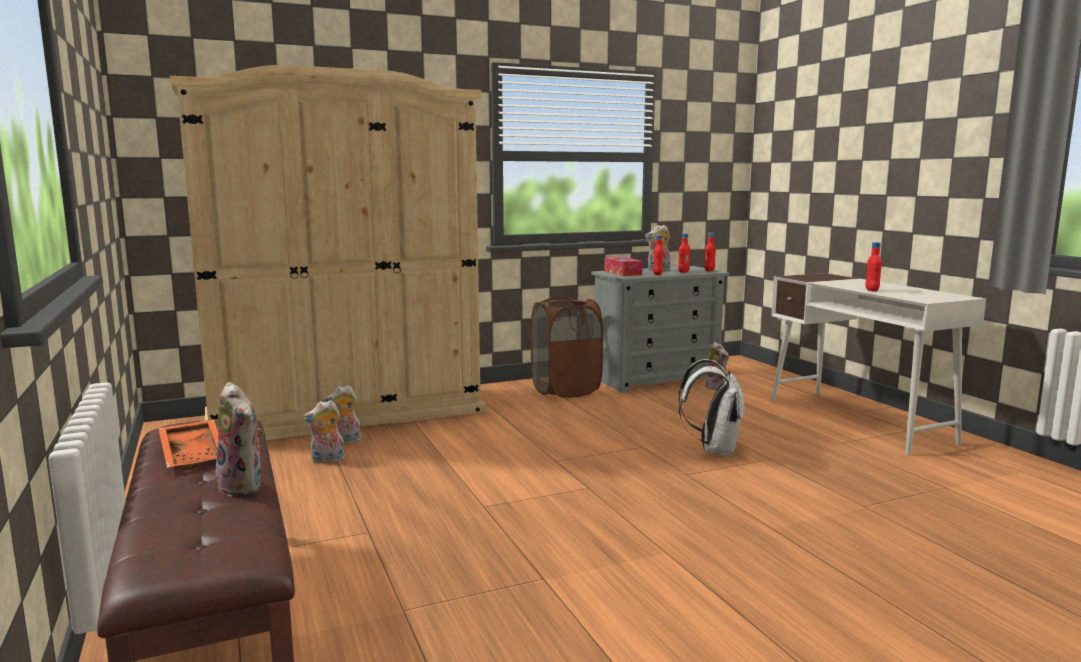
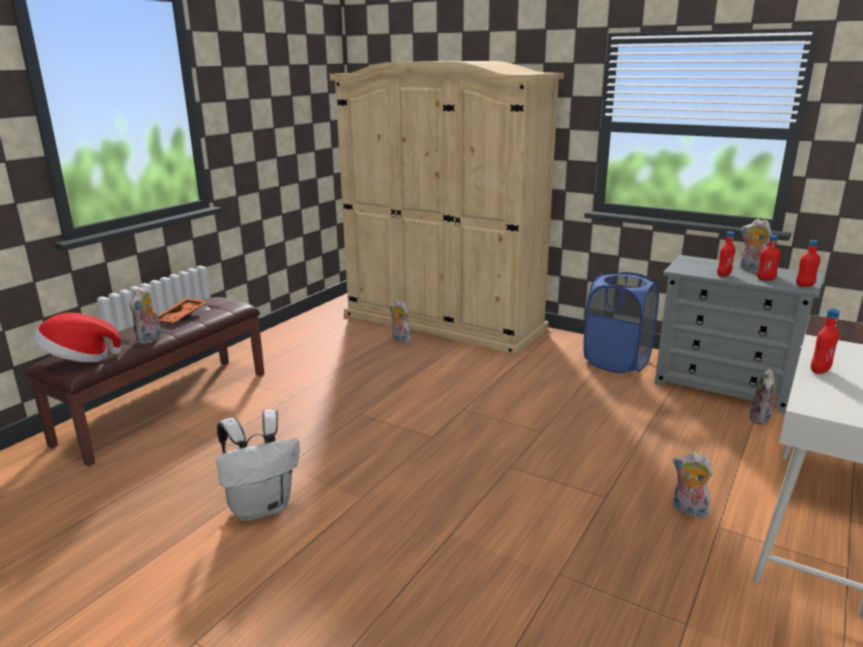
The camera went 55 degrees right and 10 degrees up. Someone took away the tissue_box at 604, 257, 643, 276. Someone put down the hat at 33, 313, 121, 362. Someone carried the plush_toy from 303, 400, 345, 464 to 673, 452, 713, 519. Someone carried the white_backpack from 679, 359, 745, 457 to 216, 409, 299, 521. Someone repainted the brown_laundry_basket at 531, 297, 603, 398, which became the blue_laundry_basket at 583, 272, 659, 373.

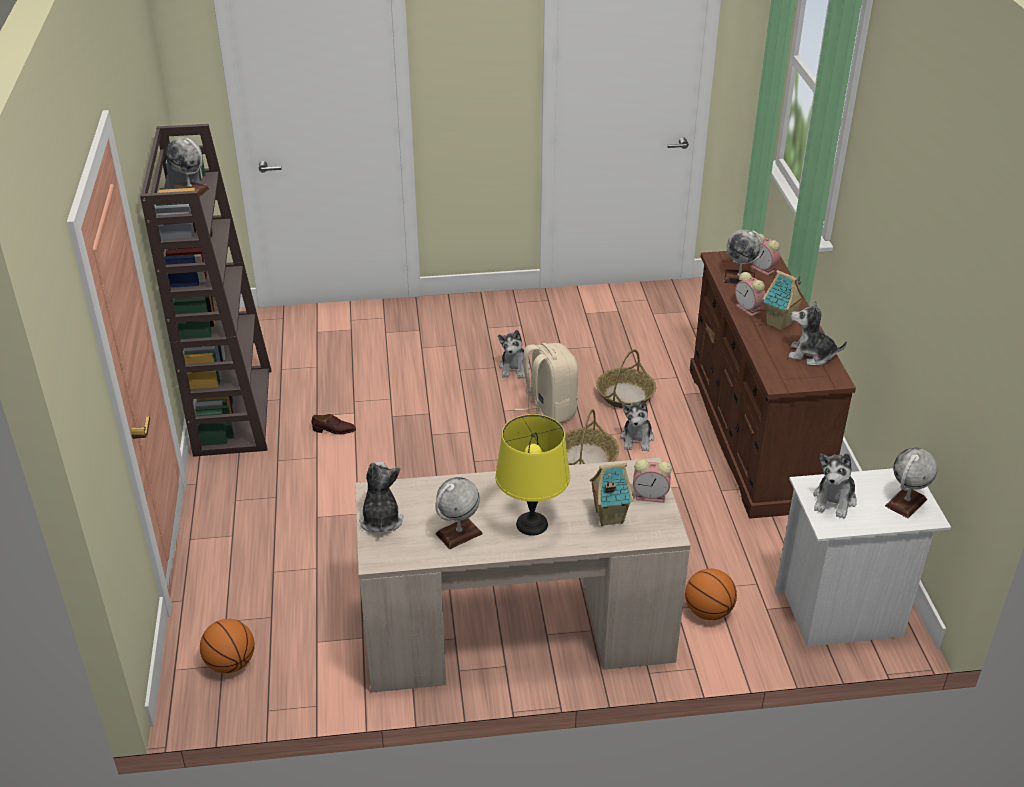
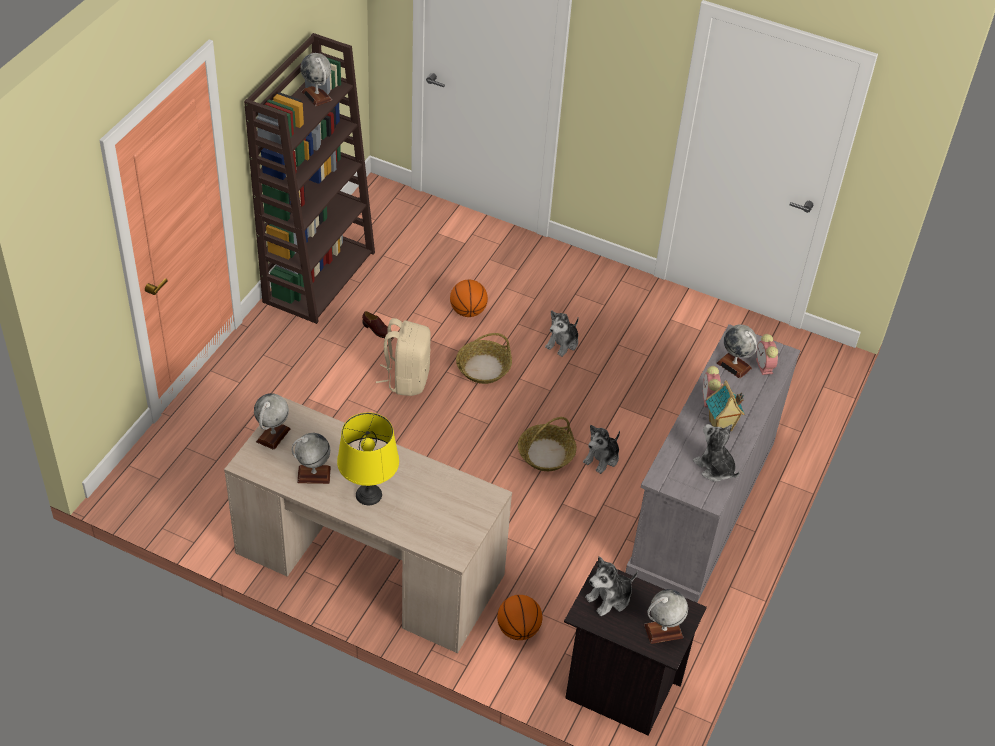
The camera went 30 degrees right and 10 degrees up. Someone took away the toy_house at 590, 463, 634, 526. Someone took away the alarm_clock at 633, 459, 672, 503. Someone carried the basketball from 200, 619, 255, 673 to 450, 280, 488, 317. Someone carried the beige_backpack from 515, 343, 578, 423 to 376, 318, 431, 396. Someone carried the basket from 596, 349, 656, 408 to 456, 333, 512, 384. Someone swapped the plush_toy at 359, 461, 403, 532 for the globe at 254, 393, 291, 450. Someone repainted the brown_dresser at 690, 251, 856, 519, which became the grey_dresser at 625, 324, 801, 603. Someone repainted the white_nightstand at 775, 468, 951, 647, which became the black_nightstand at 564, 561, 707, 736.

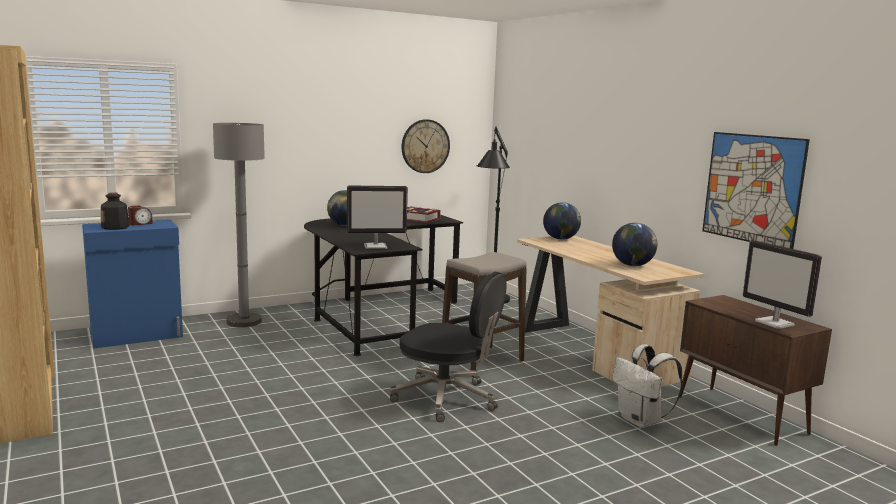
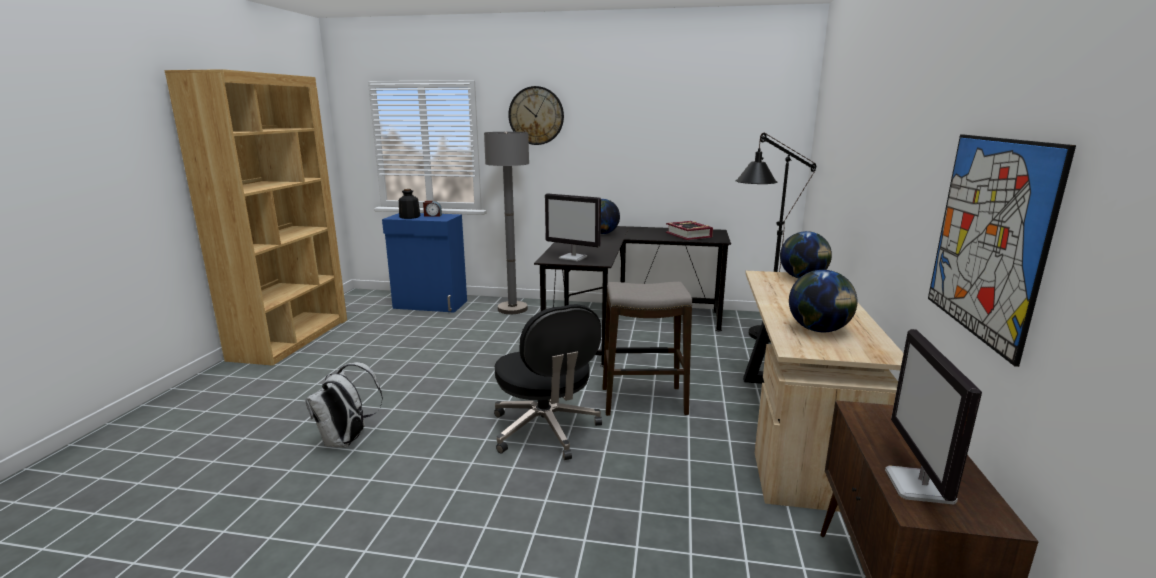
The camera went 40 degrees right and 5 degrees up. Someone carried the wall_clock from 401, 119, 450, 173 to 508, 86, 564, 145. Someone carried the white_backpack from 613, 344, 683, 428 to 305, 362, 383, 448.

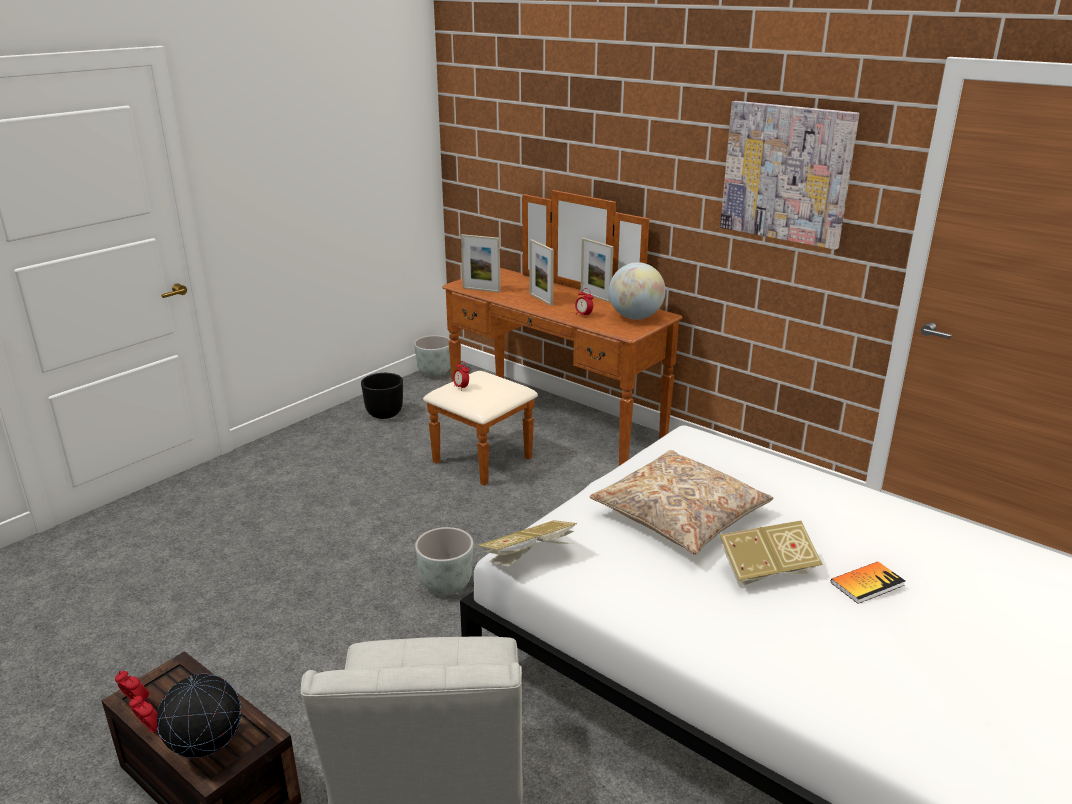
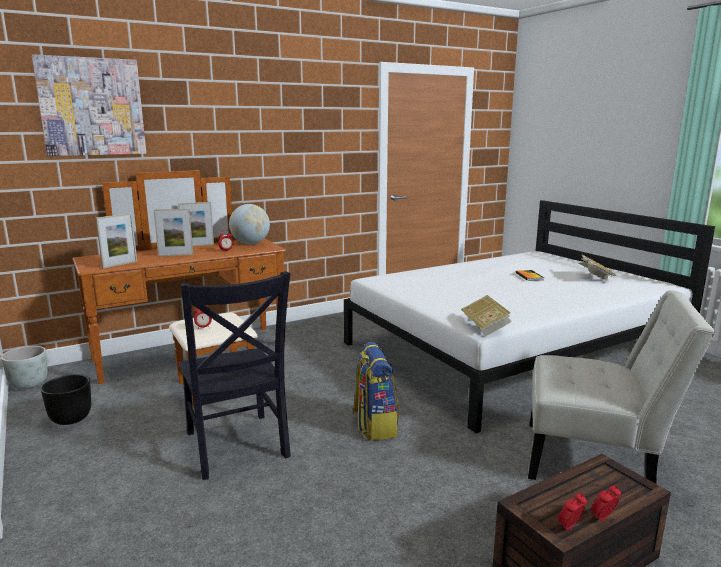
The camera went 70 degrees left and 10 degrees down. Someone took away the globe at 157, 674, 241, 758. Someone took away the beige_pillow at 589, 450, 773, 555. Someone put down the black_chair at 179, 271, 291, 480. Someone carried the picture from 720, 101, 860, 250 to 32, 54, 146, 156. Someone carried the book from 720, 520, 823, 587 to 579, 254, 617, 283. Someone swapped the grey_planter at 415, 527, 473, 595 for the backpack at 353, 342, 399, 440.

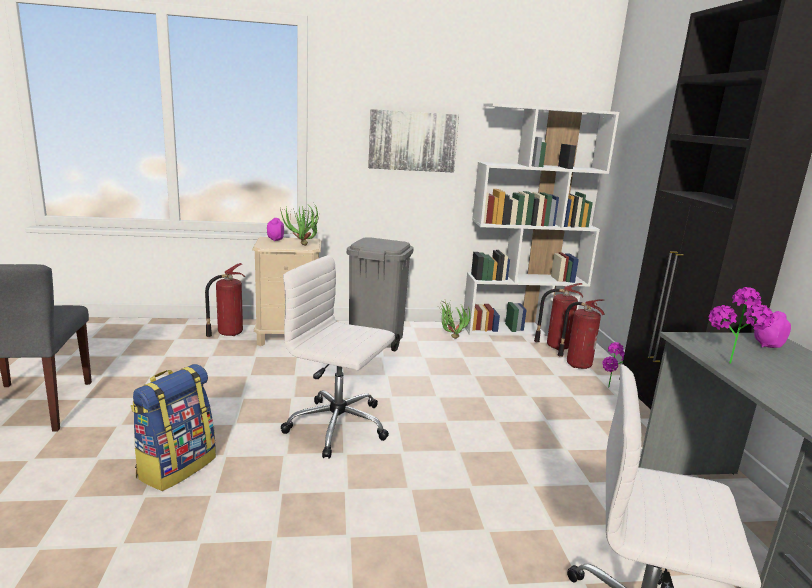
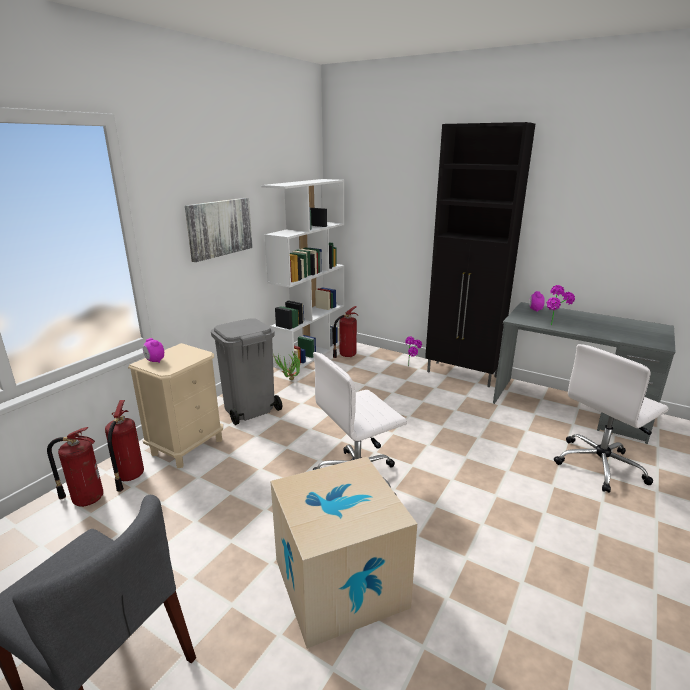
The camera went 50 degrees left and 5 degrees up. Someone took away the potted_plant at 280, 205, 320, 246. Someone carried the fire_extinguisher from 558, 299, 605, 369 to 47, 427, 103, 507. Someone swapped the backpack at 131, 364, 216, 491 for the cardboard_box at 271, 457, 417, 649.

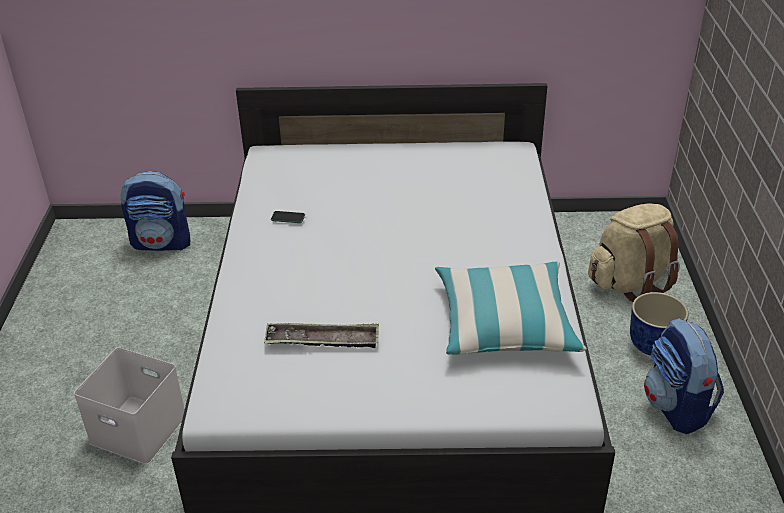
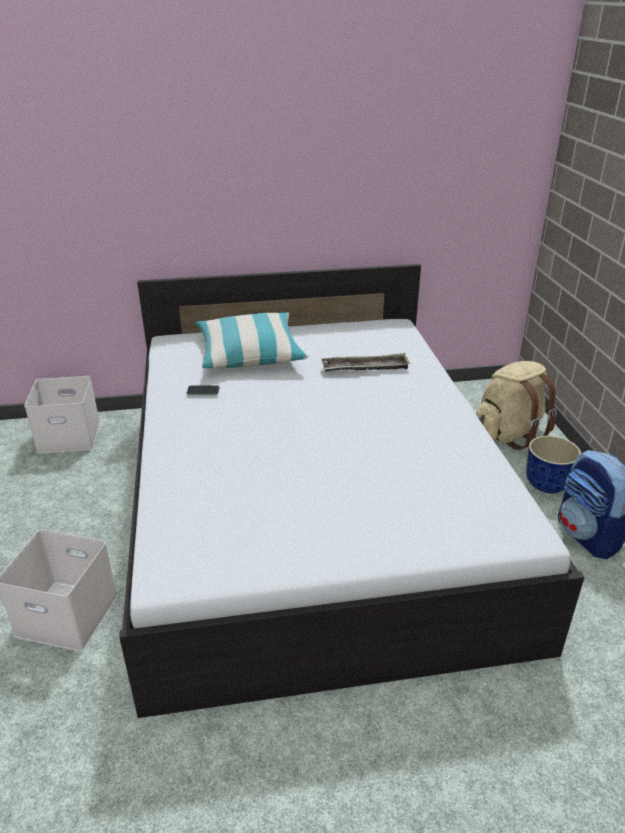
The camera went 10 degrees left and 5 degrees down. Someone carried the tray from 264, 323, 379, 348 to 321, 353, 411, 371. Someone carried the pillow from 435, 262, 587, 354 to 195, 313, 308, 368. Someone swapped the backpack at 120, 171, 190, 251 for the white_storage_box at 24, 376, 100, 454.

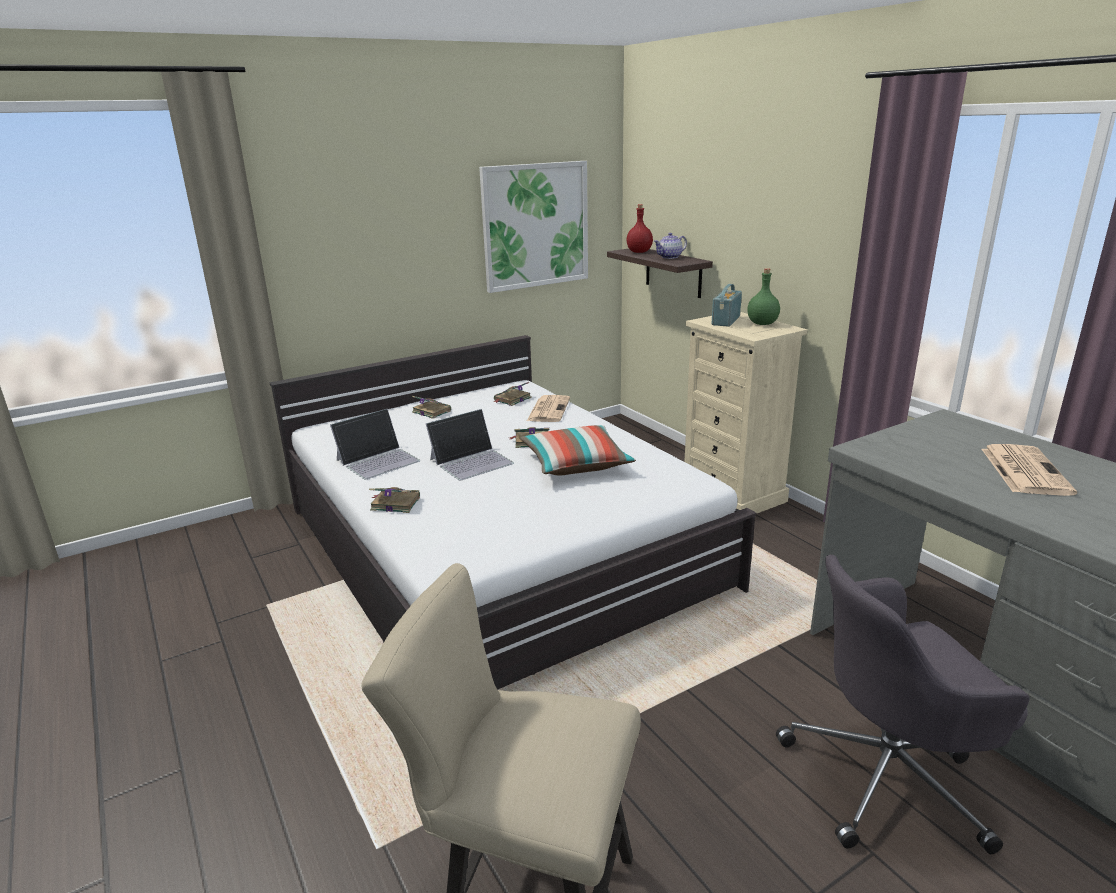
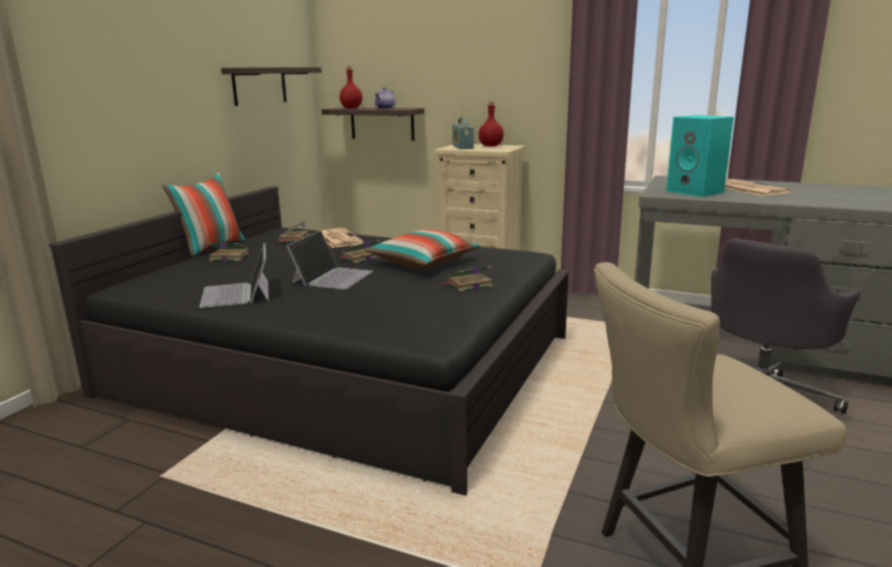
The camera went 35 degrees left and 5 degrees down. Someone put down the pillow at 162, 173, 245, 257. Someone put down the turquoise_speaker at 666, 115, 734, 197. Someone carried the book from 369, 487, 420, 513 to 443, 266, 493, 292. Someone swapped the picture at 479, 161, 588, 293 for the shelf at 221, 67, 322, 106. Someone repainted the white_bed at 269, 335, 756, 690, which became the black_bed at 49, 186, 569, 496. Someone repainted the green_bottle at 747, 268, 780, 325, which became the red_bottle at 479, 102, 504, 146. Someone rotated the laptop at 330, 409, 420, 479 by 150 degrees clockwise.

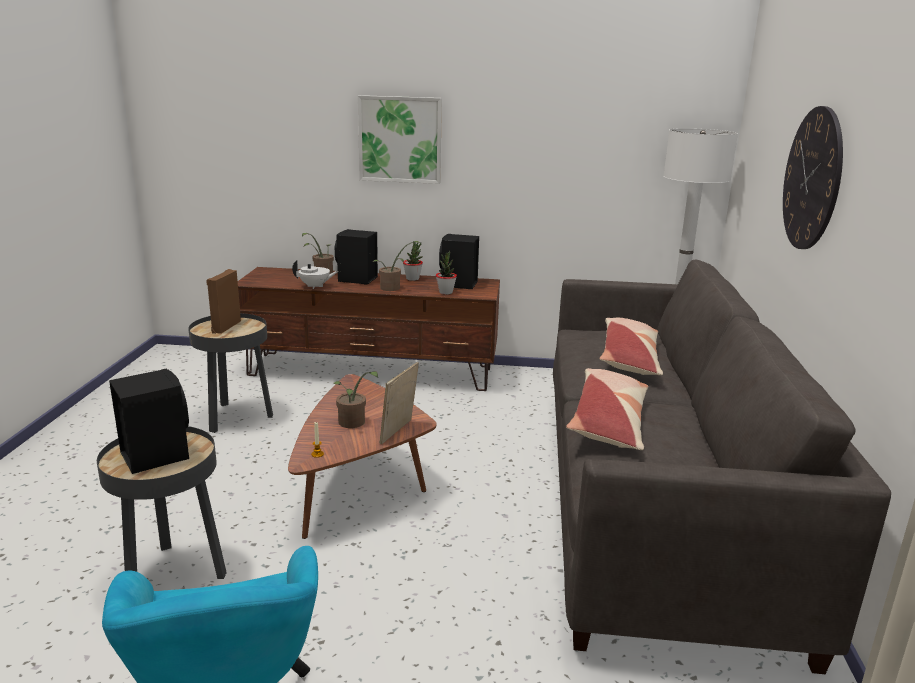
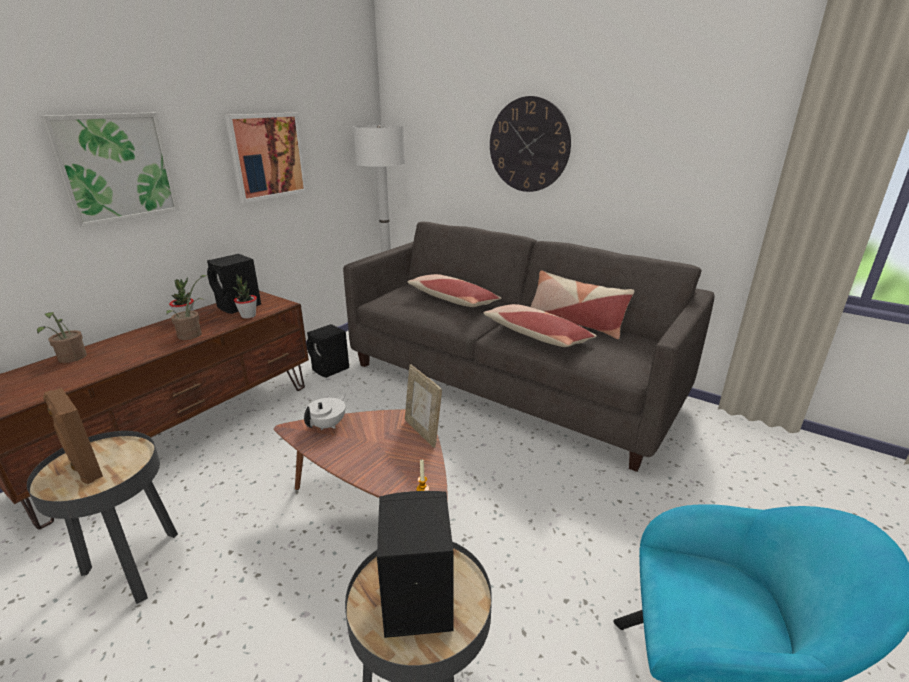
The camera went 60 degrees left and 5 degrees up. Someone took away the potted_plant at 332, 371, 378, 428. Someone put up the picture at 225, 113, 307, 203. Someone put down the pillow at 530, 270, 635, 339. Someone carried the white_teapot from 292, 260, 338, 289 to 304, 394, 346, 430. Someone carried the black_speaker from 335, 229, 378, 285 to 307, 324, 349, 378.

